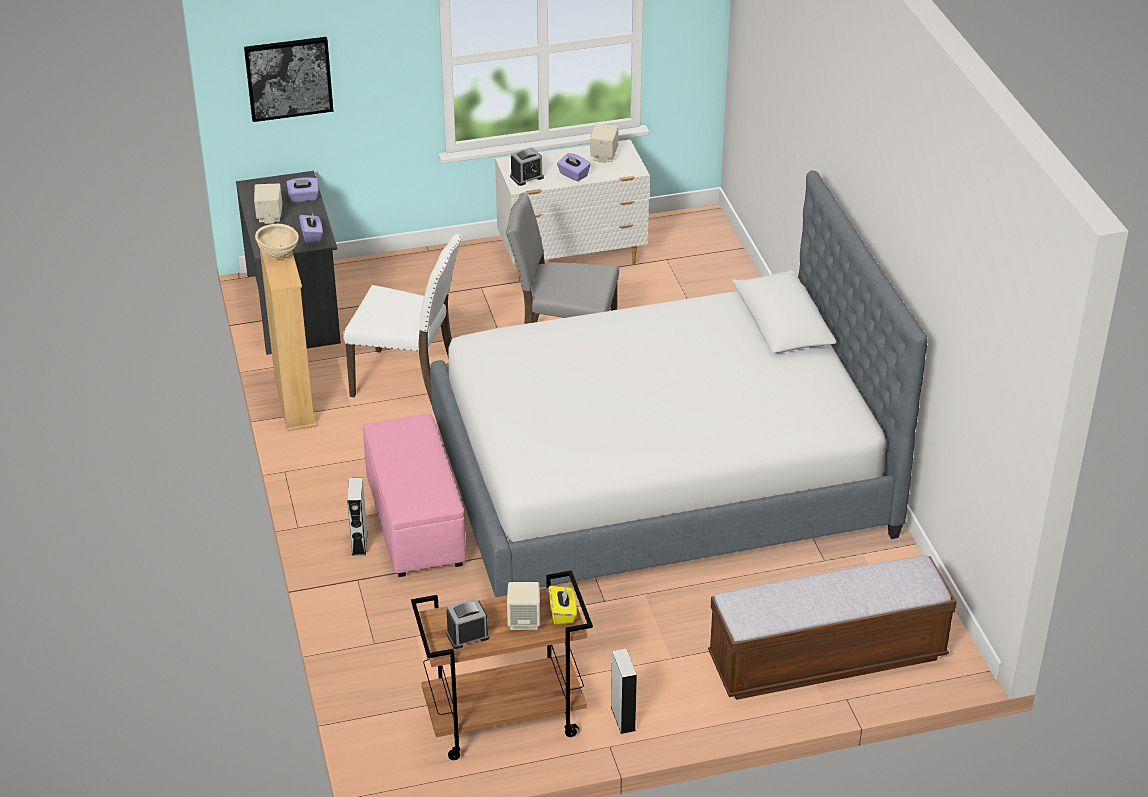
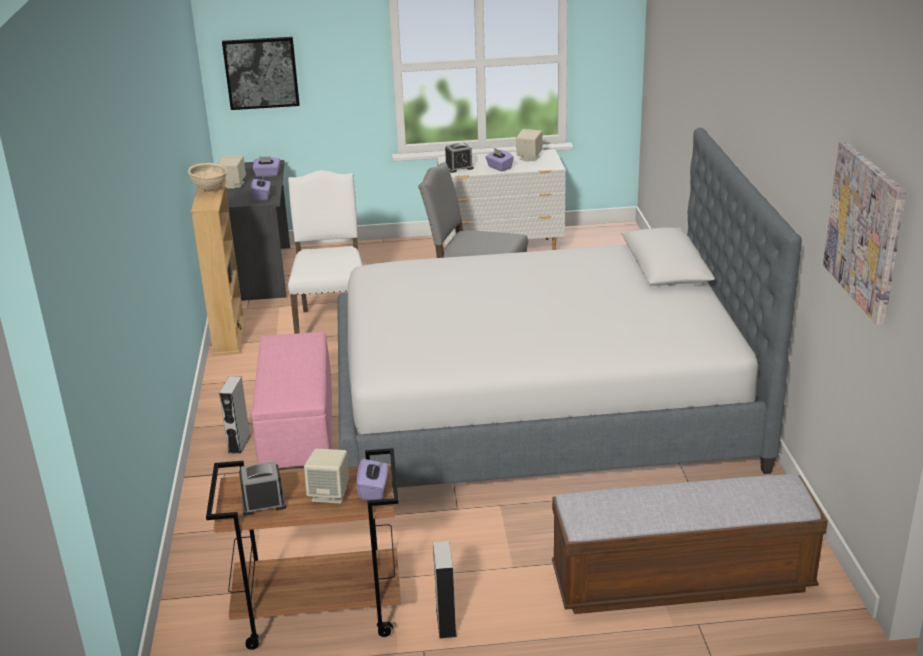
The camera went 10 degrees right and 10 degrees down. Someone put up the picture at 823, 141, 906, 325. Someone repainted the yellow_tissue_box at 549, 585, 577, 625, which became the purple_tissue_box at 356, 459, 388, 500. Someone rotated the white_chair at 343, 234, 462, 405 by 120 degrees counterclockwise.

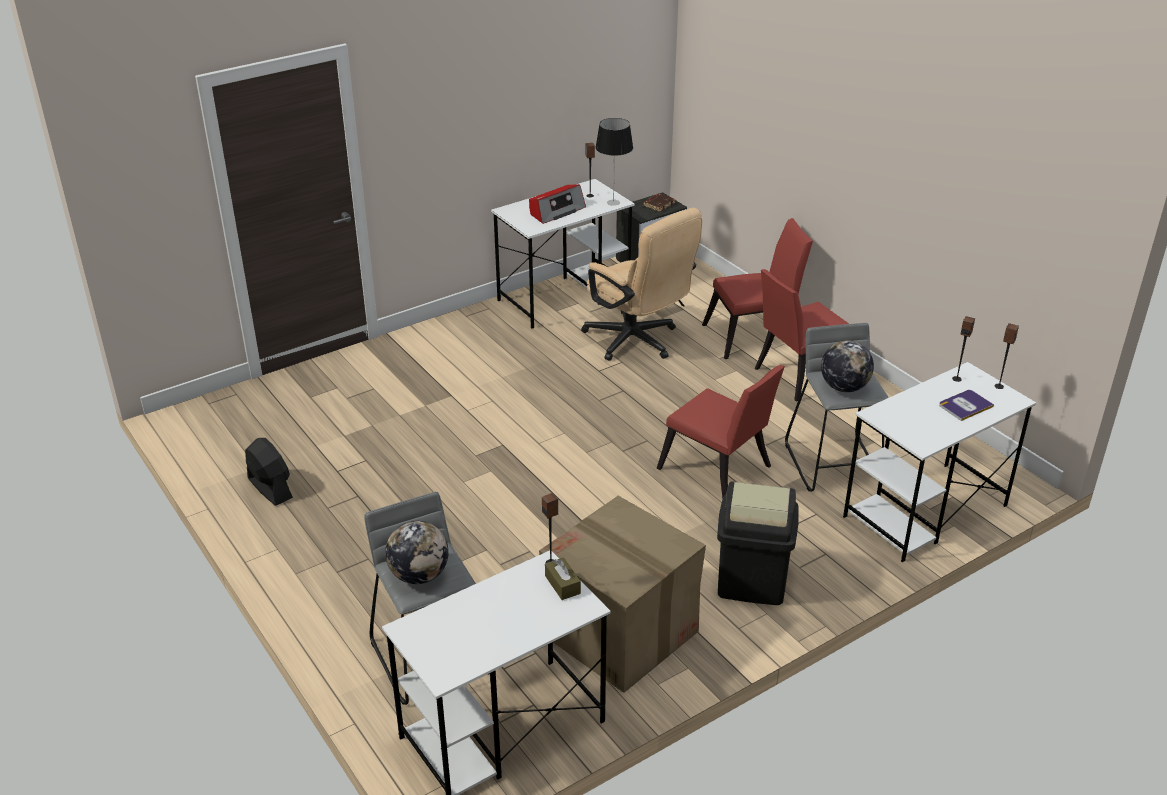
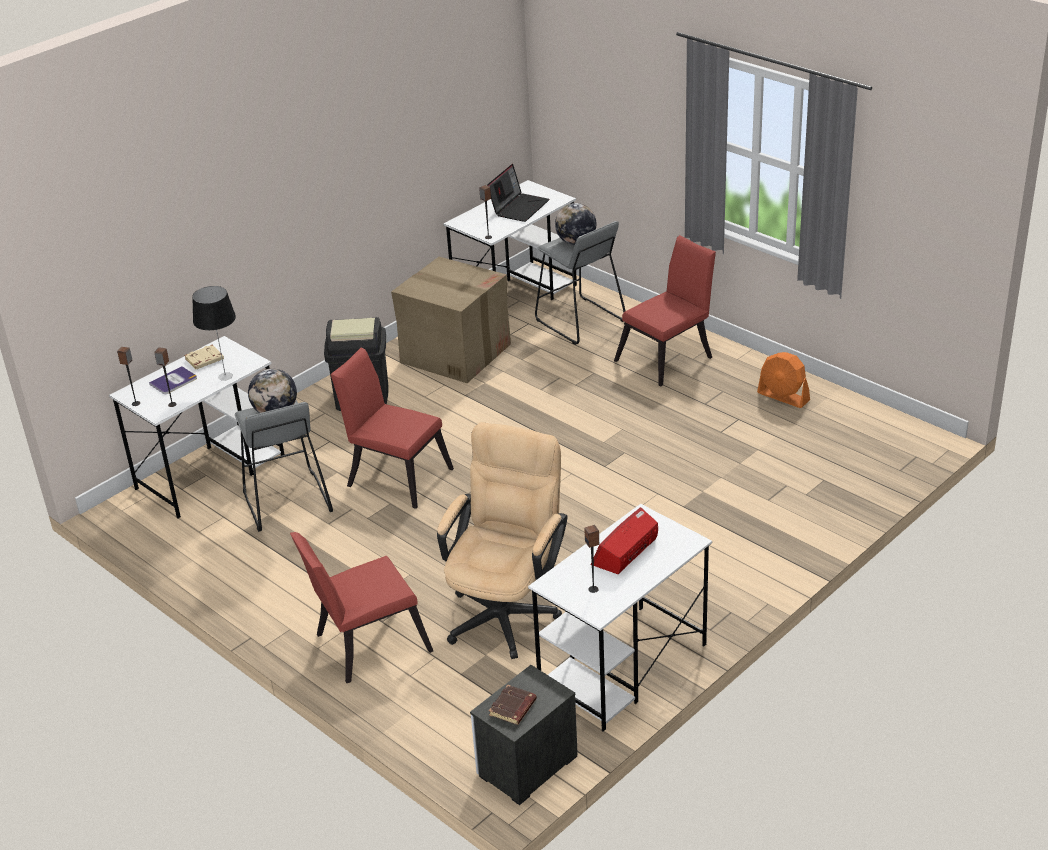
The camera went 170 degrees right and 0 degrees up. Someone took away the brown_tissue_box at 545, 557, 581, 600. Someone put down the beige_book at 184, 345, 224, 369. Someone put down the laptop at 487, 164, 549, 222. Someone carried the table_lamp from 596, 118, 633, 206 to 192, 286, 236, 381. Someone carried the red_chair from 755, 269, 849, 402 to 614, 235, 716, 387. Someone repainted the black_fan at 245, 438, 293, 506, which became the orange_fan at 757, 352, 810, 408. Someone rotated the beige_office_chair at 581, 208, 702, 361 by 75 degrees clockwise.

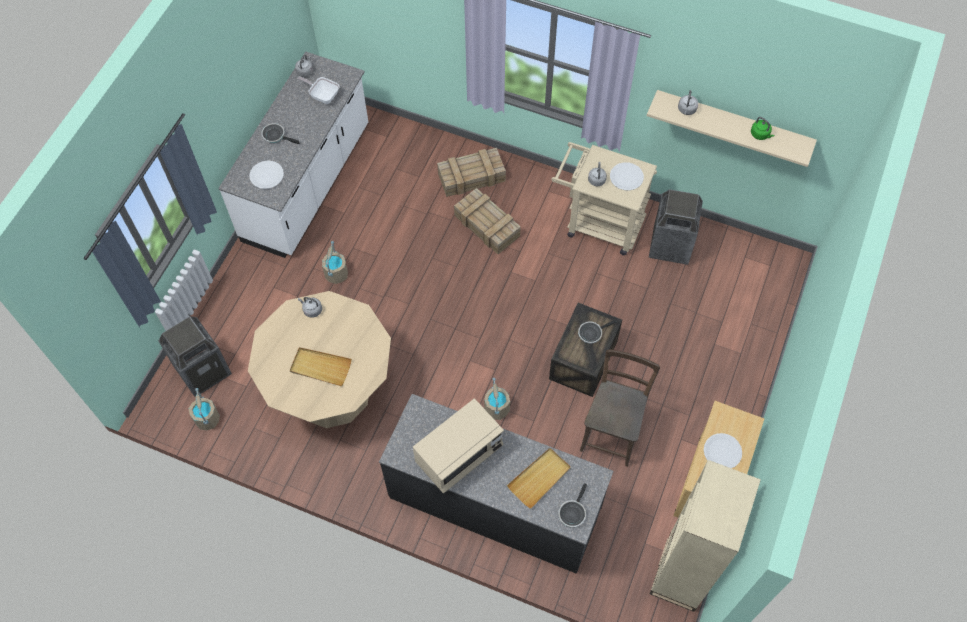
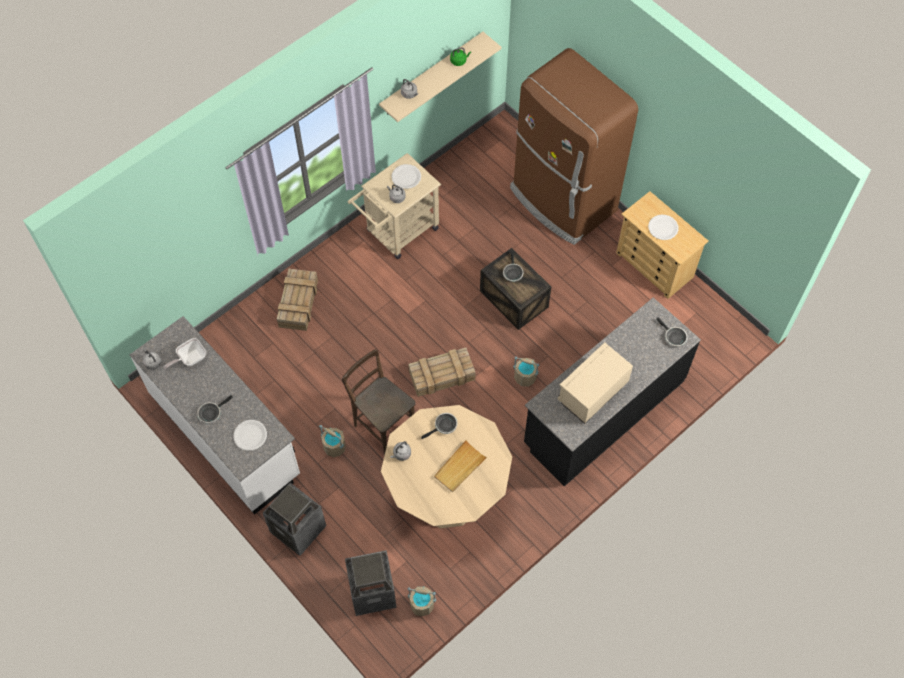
The camera went 65 degrees left and 0 degrees up. Someone took away the beige_tray at 507, 448, 571, 509. Someone took away the beige_bookcase at 650, 460, 761, 612. Someone put down the frying_pan at 422, 413, 458, 439. Someone put down the brown_fridge at 510, 48, 638, 245. Someone carried the crate from 454, 188, 521, 254 to 408, 348, 476, 397. Someone carried the brown_chair from 580, 349, 660, 467 to 342, 349, 416, 456. Someone carried the trash_can from 649, 189, 703, 265 to 263, 483, 326, 556. Someone rotated the beige_microwave at 413, 399, 504, 494 by 120 degrees counterclockwise.

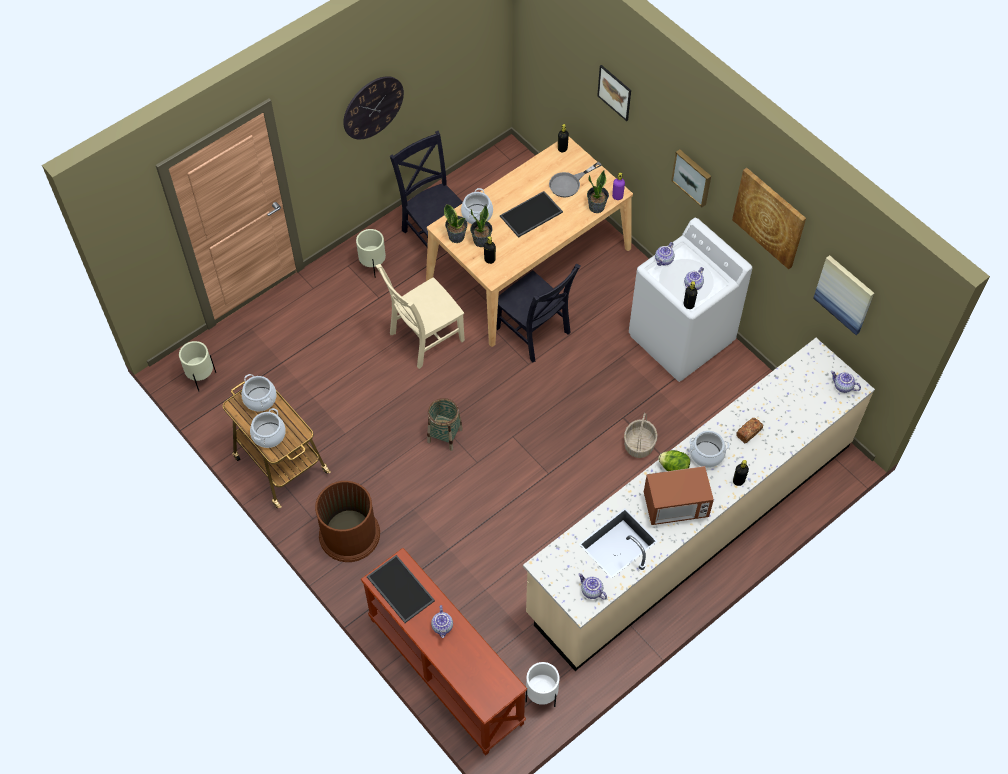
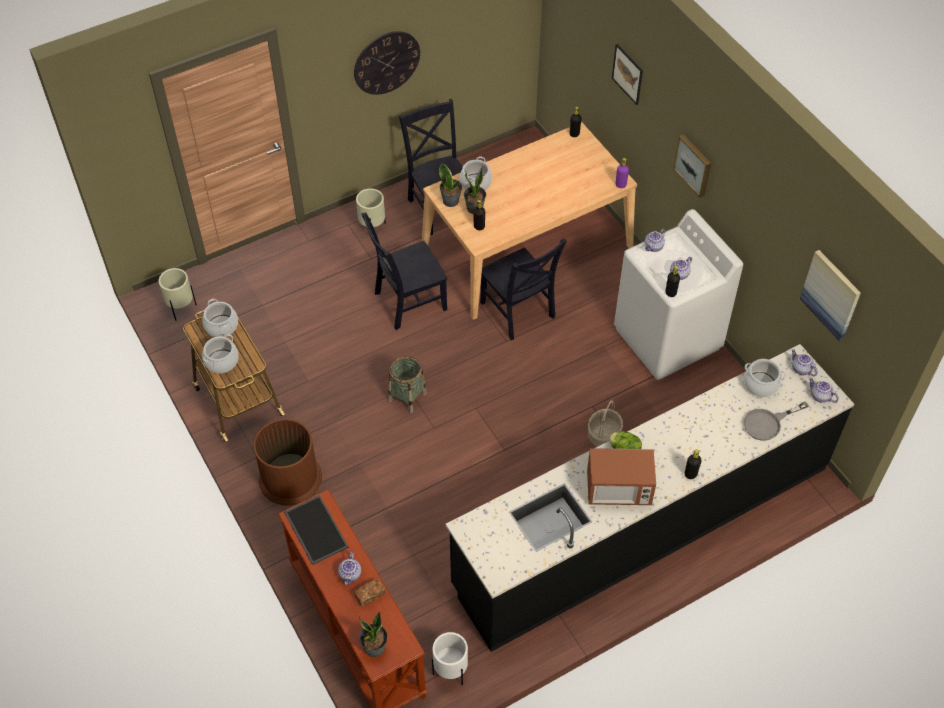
The camera went 10 degrees right and 5 degrees down. Someone took away the tray at 500, 191, 563, 238. Someone took away the picture at 732, 168, 806, 269. Someone carried the grey_frying_pan from 549, 162, 602, 197 to 743, 401, 809, 440. Someone carried the teapot from 578, 573, 607, 599 to 791, 349, 818, 376. Someone carried the potted_plant from 587, 170, 609, 213 to 359, 612, 388, 657. Someone carried the cooking_pot from 689, 431, 730, 468 to 744, 359, 786, 397. Someone carried the bread from 736, 418, 763, 443 to 354, 579, 386, 607. Someone repainted the beige_chair at 376, 264, 465, 369, which became the black_chair at 361, 213, 447, 330. Someone repainted the beige_counter at 523, 338, 875, 671, which became the black_counter at 446, 344, 854, 652.

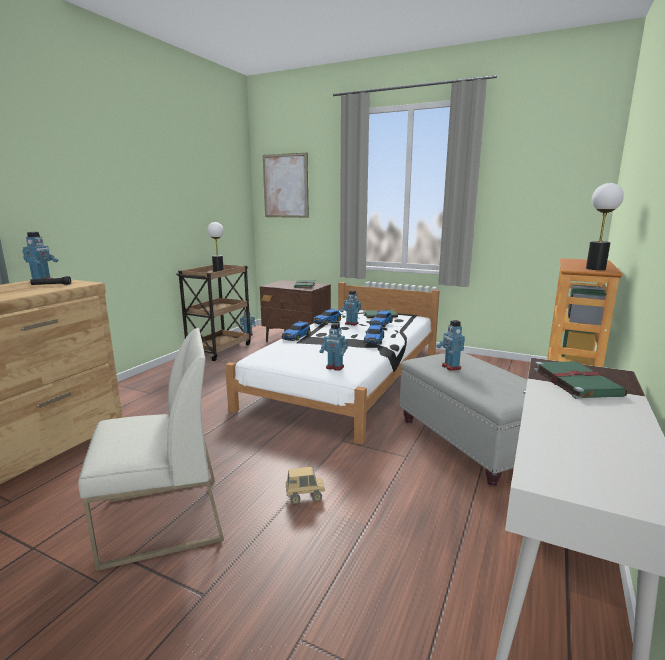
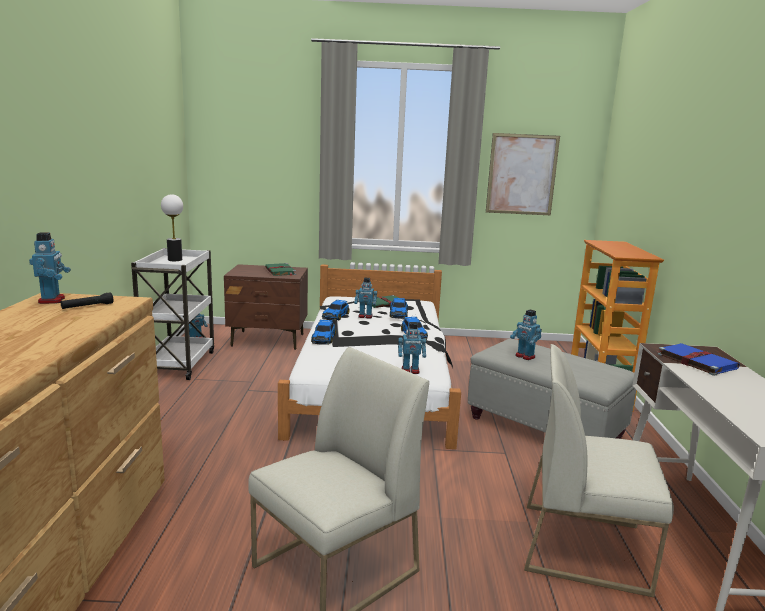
The camera went 25 degrees left and 0 degrees up. Someone took away the toy_truck at 285, 467, 325, 504. Someone took away the table_lamp at 586, 183, 624, 270. Someone put down the white_chair at 524, 344, 674, 597. Someone carried the picture from 263, 153, 309, 218 to 486, 133, 560, 215. Someone repainted the brown_cart at 176, 264, 251, 361, which became the white_cart at 131, 248, 214, 380. Someone repainted the green_book at 534, 361, 628, 399, which became the blue_book at 658, 343, 740, 376.

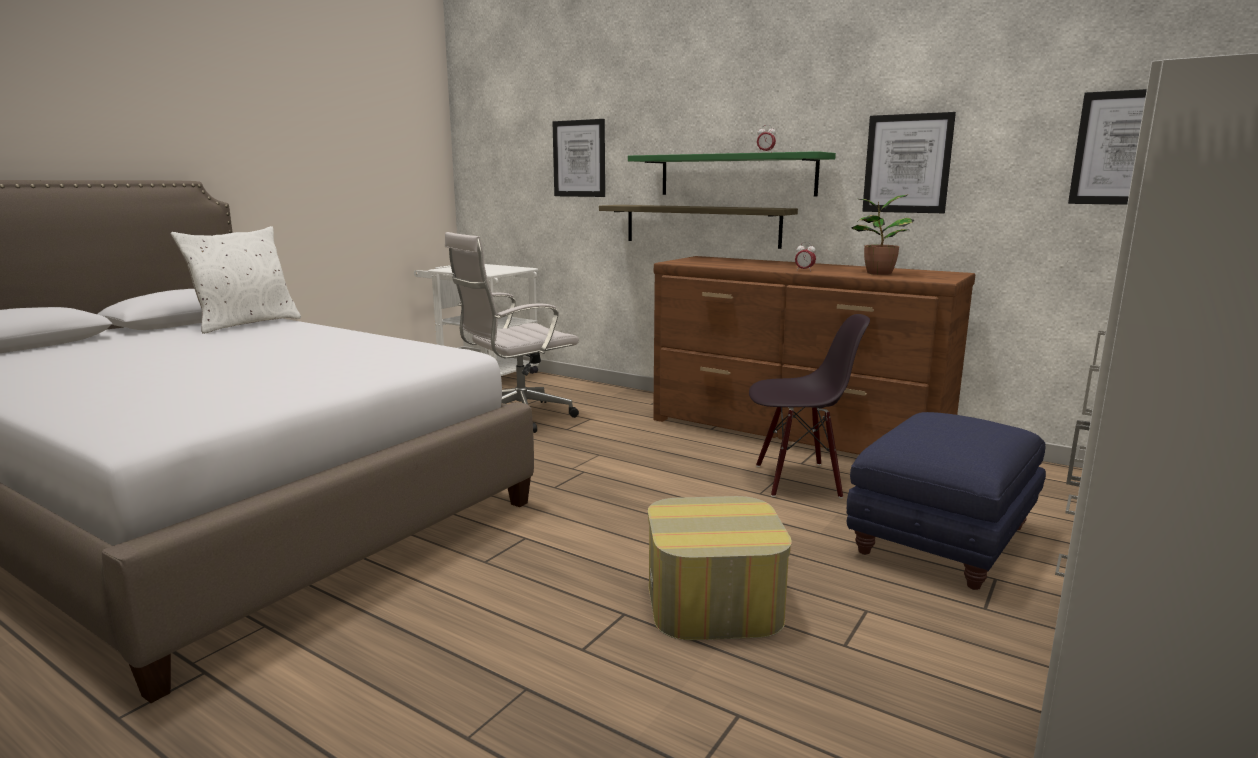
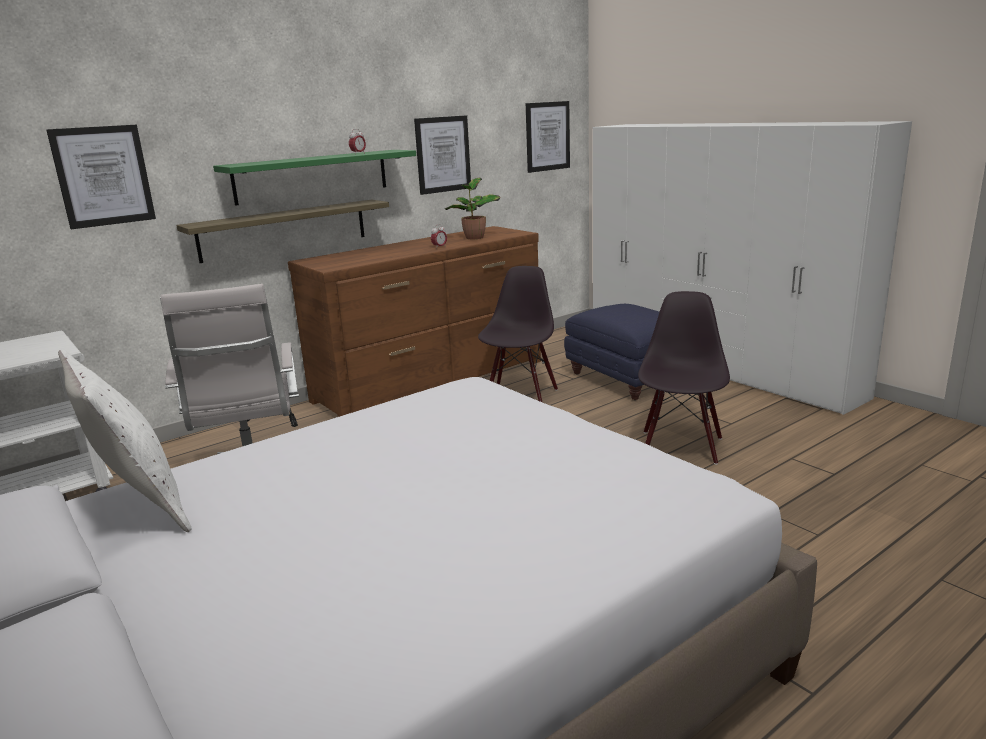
The camera went 70 degrees left and 5 degrees up. Someone swapped the ottoman at 648, 496, 792, 640 for the black_chair at 638, 291, 730, 465.

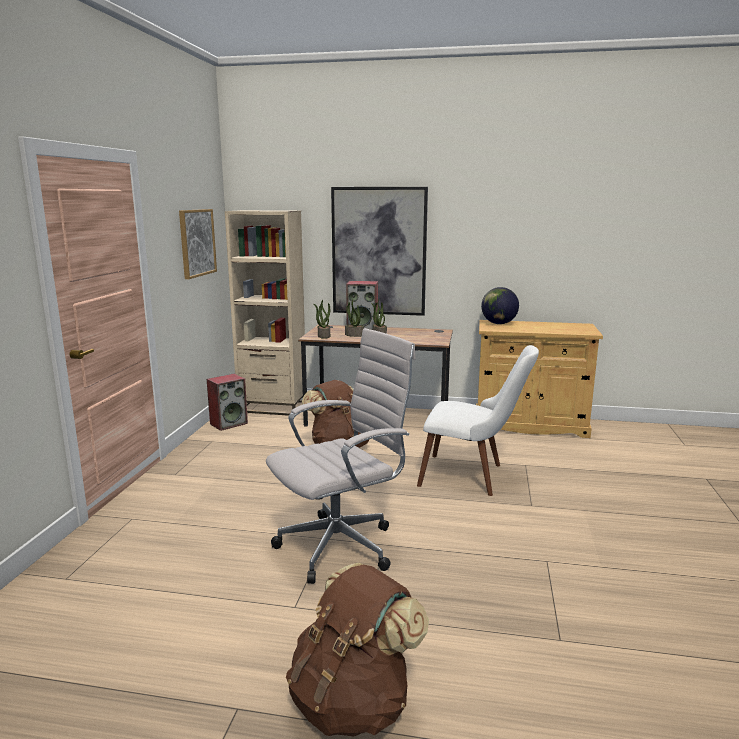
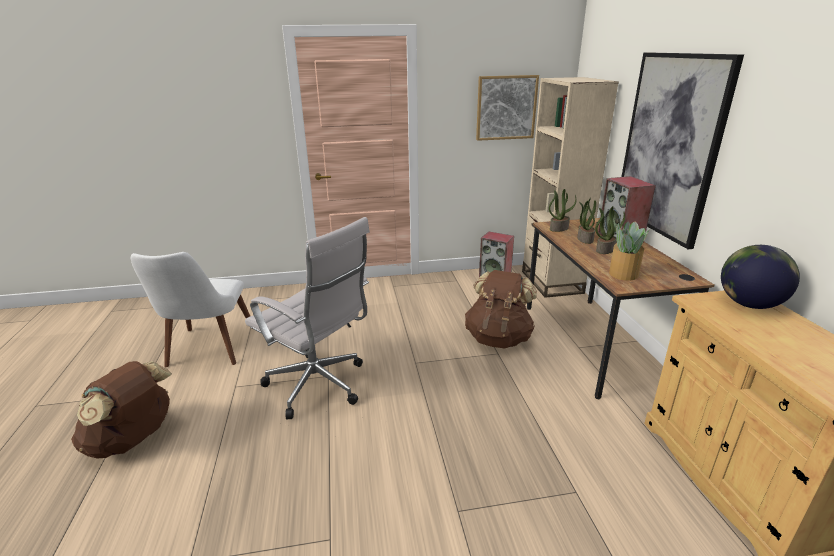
The camera went 70 degrees right and 10 degrees up. Someone put down the potted_plant at 609, 221, 649, 281. Someone carried the white_chair from 417, 345, 539, 496 to 131, 252, 252, 367.

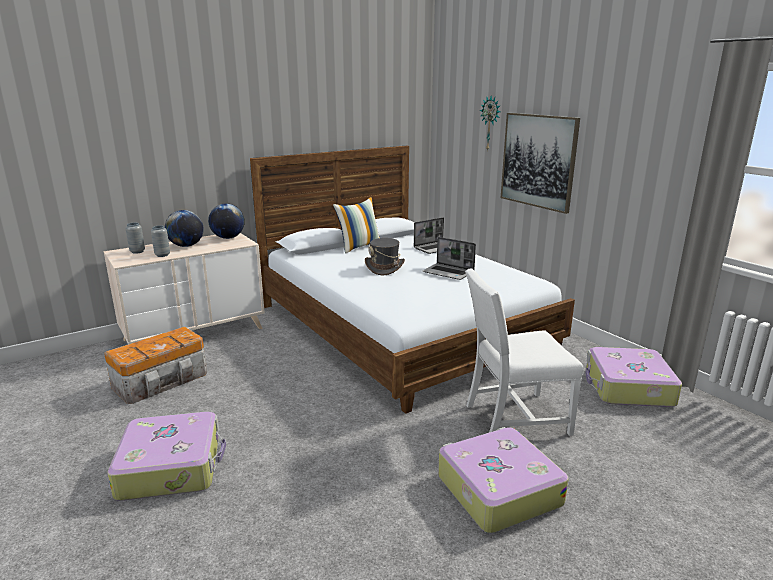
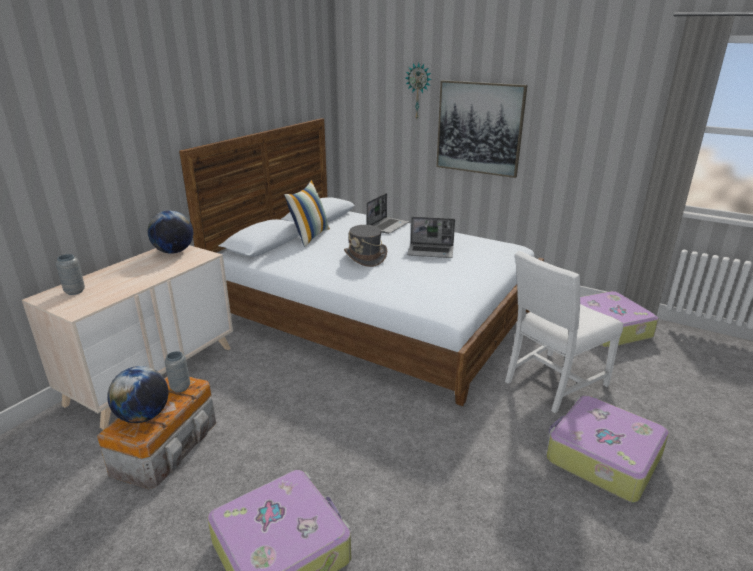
The camera went 25 degrees left and 5 degrees up. Someone carried the grey_vase from 151, 225, 170, 257 to 165, 351, 190, 393. Someone carried the globe from 165, 210, 204, 247 to 107, 366, 168, 423.

